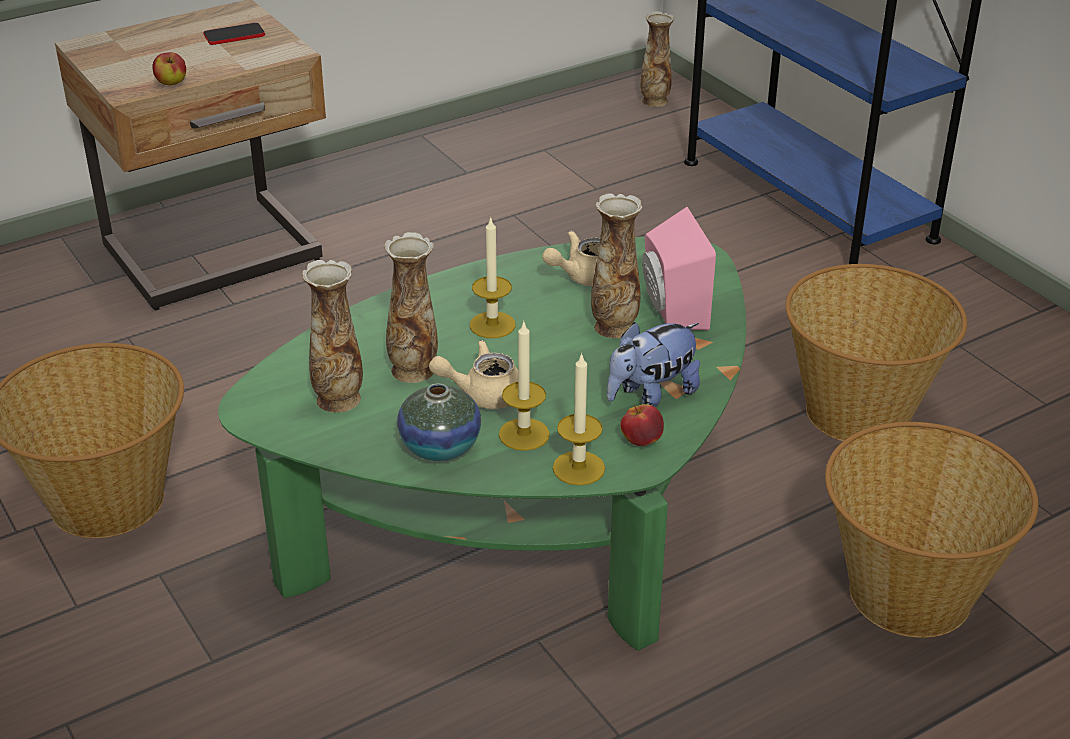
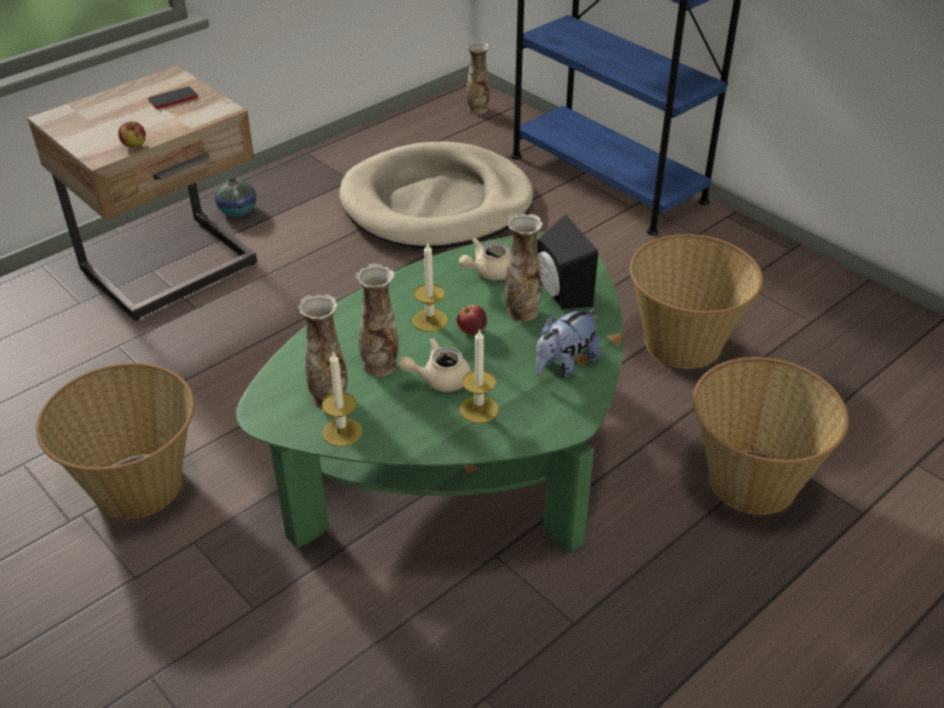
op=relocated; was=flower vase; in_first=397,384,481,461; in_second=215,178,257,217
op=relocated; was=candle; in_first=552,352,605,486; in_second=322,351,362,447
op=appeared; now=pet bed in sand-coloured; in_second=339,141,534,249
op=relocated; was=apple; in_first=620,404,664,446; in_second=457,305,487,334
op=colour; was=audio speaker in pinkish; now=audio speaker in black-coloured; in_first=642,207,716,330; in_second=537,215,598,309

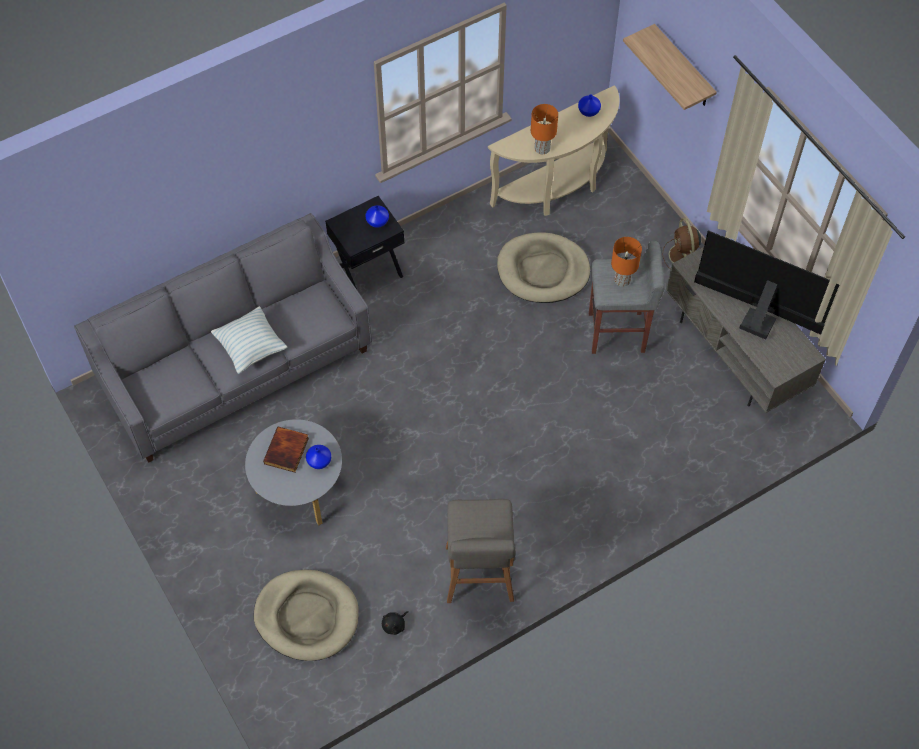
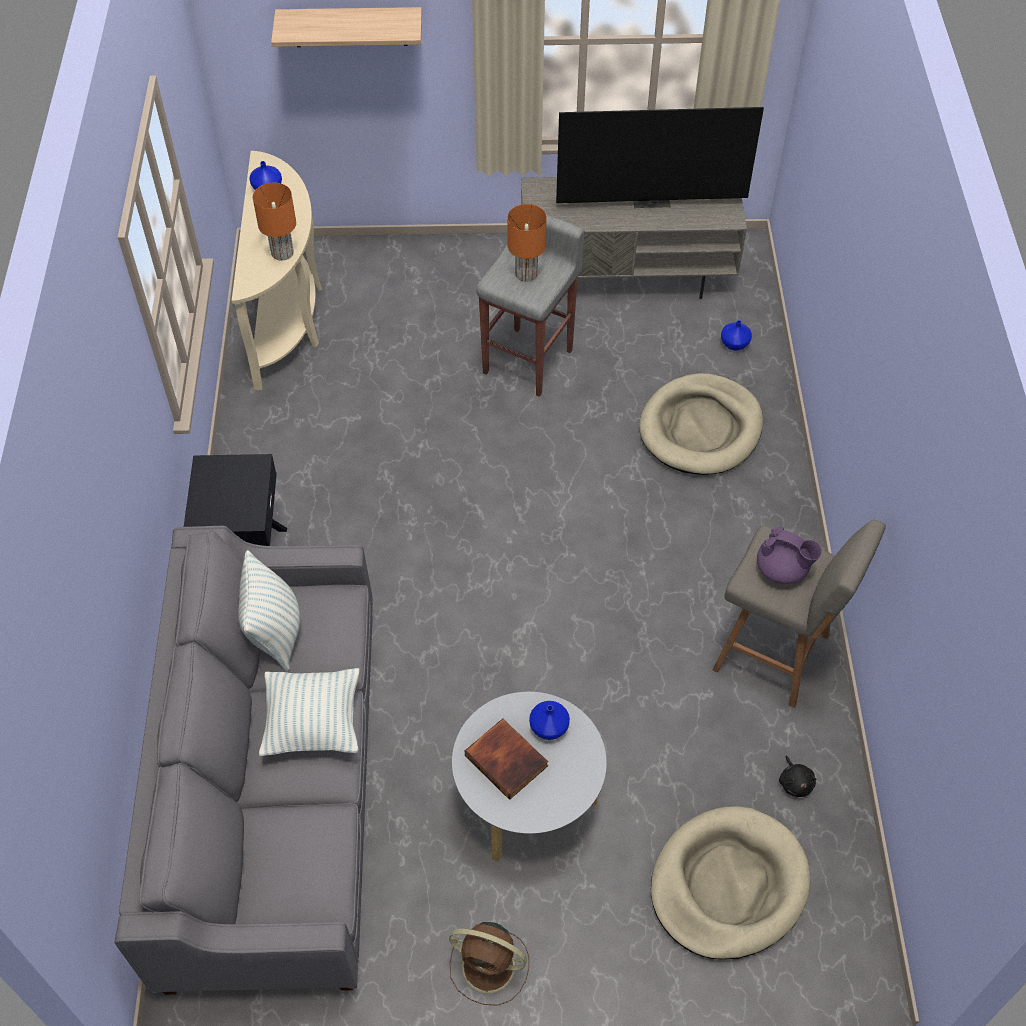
op=appeared; now=cushion; in_second=238,550,300,671
op=relocated; was=electric fan in brown-coloured; in_first=663,218,701,269; in_second=449,922,529,1006
op=spun; was=TV; in_first=694,230,839,339; in_second=556,107,764,208; clockwise=-150
op=relocated; was=pet bed in sand-coloured; in_first=497,232,590,303; in_second=639,373,763,475
op=relocated; was=flower vase in blue-coloured; in_first=365,205,389,228; in_second=721,320,752,351
op=appeared; now=pot for tea in purplish; in_second=757,527,822,584

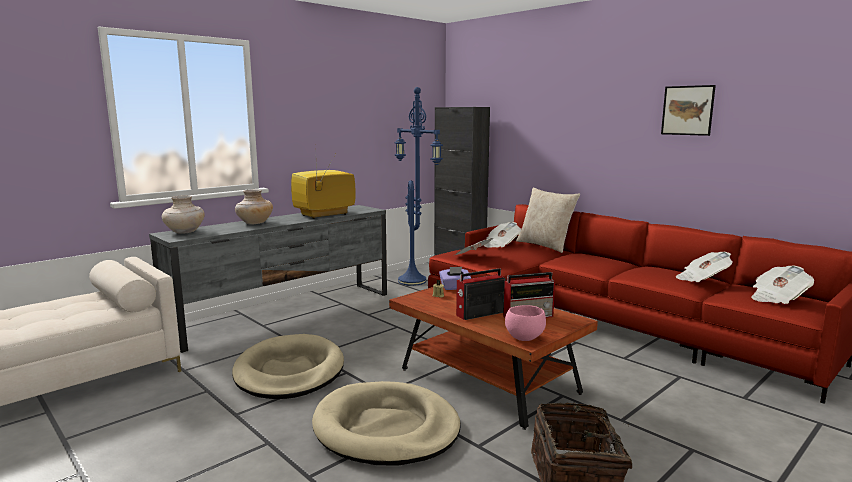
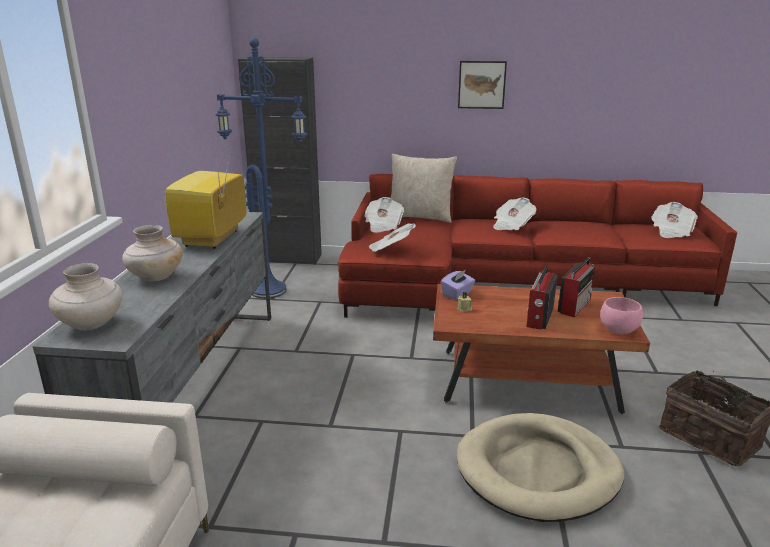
op=relocated; was=picture; in_first=661,85,716,136; in_second=458,61,507,109
op=relocated; was=newspaper; in_first=676,252,733,282; in_second=493,198,536,230
op=missing; was=pet bed in sand-coloured; in_first=232,334,344,399

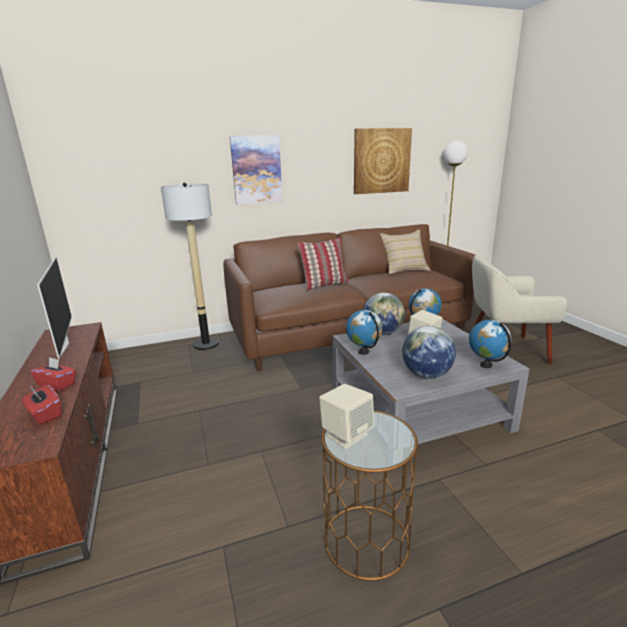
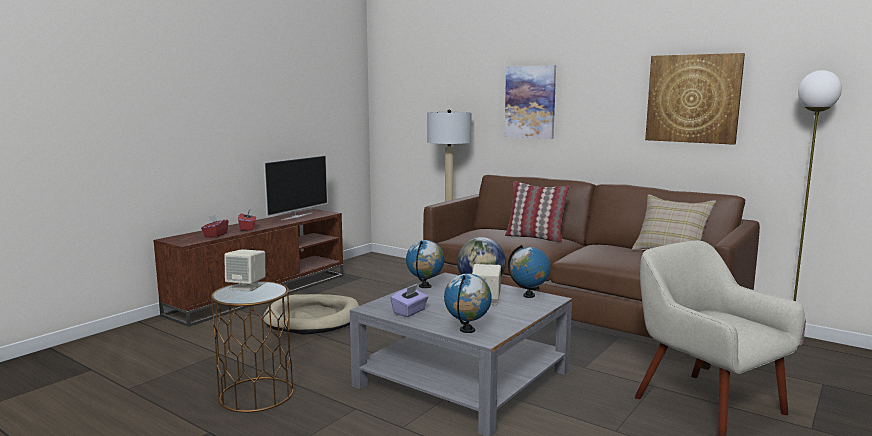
op=appeared; now=pet bed in sand-coloured; in_second=263,294,359,334
op=exchanged; was=world globe; now=tissue holder in purplish; in_first=402,326,456,379; in_second=390,285,428,317

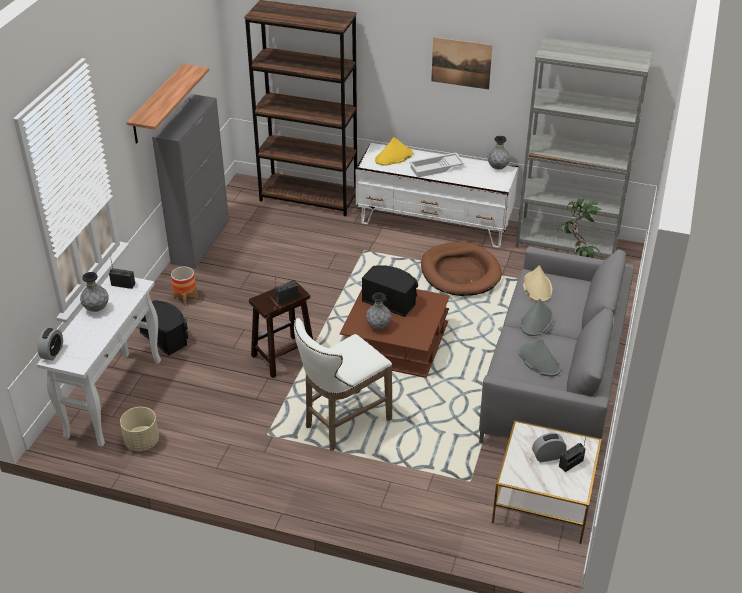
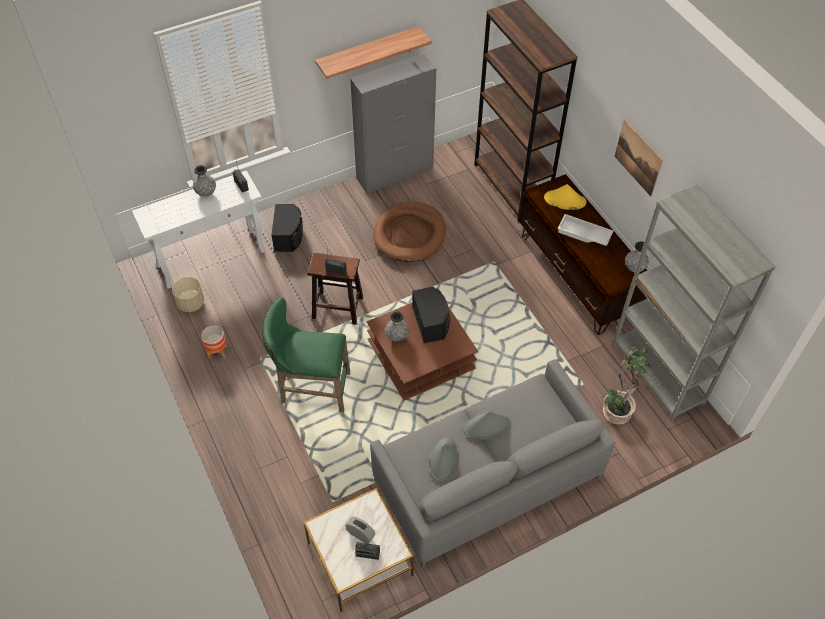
op=relocated; was=plant pot; in_first=171,266,198,306; in_second=201,326,227,359
op=colour; was=stool seat in whitish; now=stool seat in green-coloured; in_first=294,318,392,451; in_second=262,297,350,413
op=relocated; was=pet bed in brown-coloured; in_first=421,242,502,296; in_second=373,202,445,262
op=colour; was=tv unit in whitish; now=tv unit in brown-coloured; in_first=355,143,519,248; in_second=518,174,647,335
op=missing; was=alarm clock; in_first=38,328,63,360
op=missing; was=wearable hat in sand-coloured; in_first=523,265,552,302

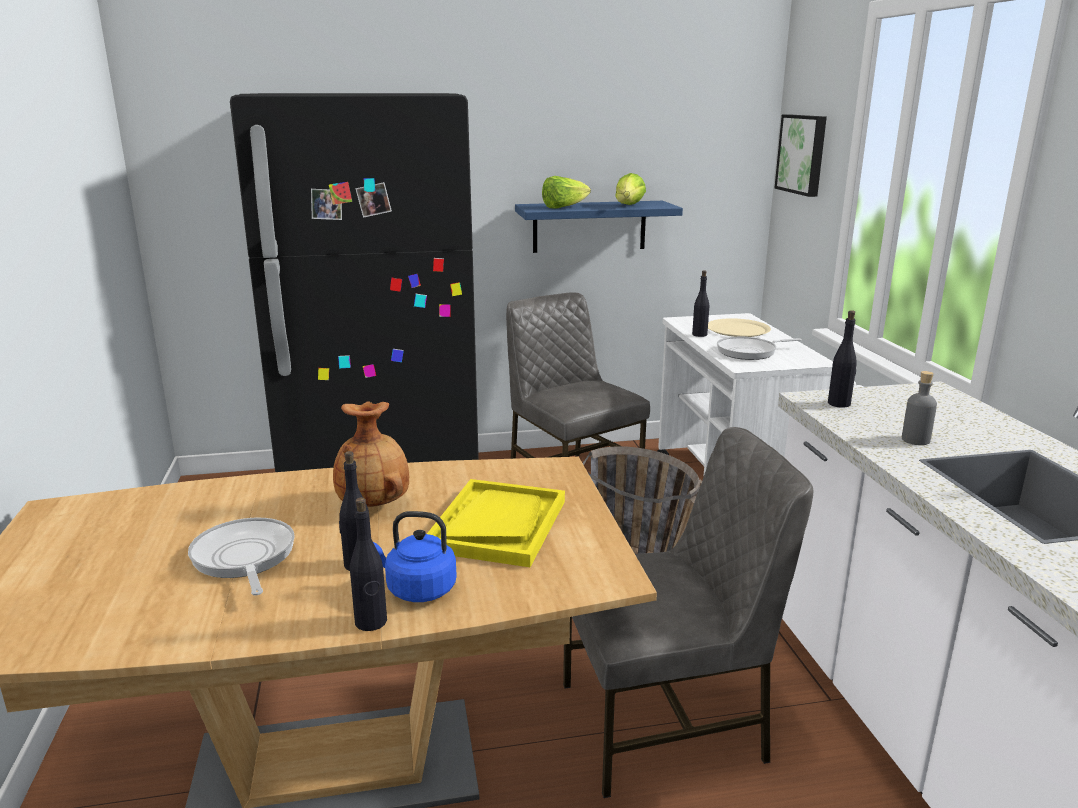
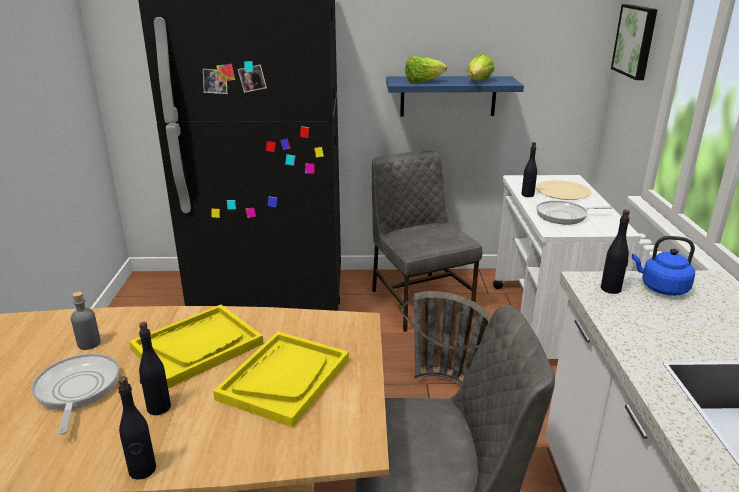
op=relocated; was=beverage bottle in gray; in_first=902,371,937,445; in_second=71,292,101,350
op=exchanged; was=flower vase in brown-coloured; now=serving tray in yellow; in_first=333,401,409,507; in_second=129,305,264,388
op=relocated; was=water kettle in blue-coloured; in_first=373,511,457,602; in_second=632,236,695,296

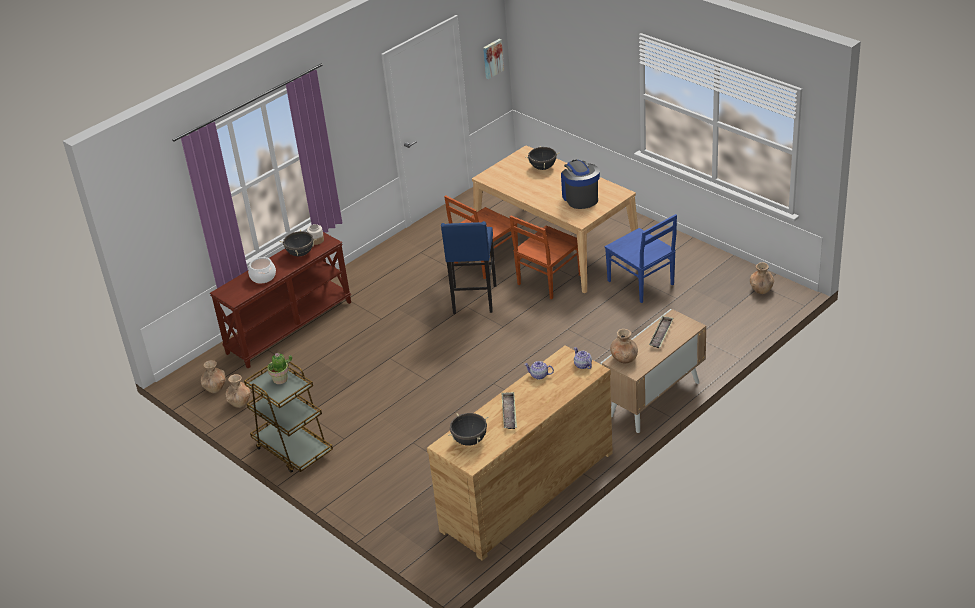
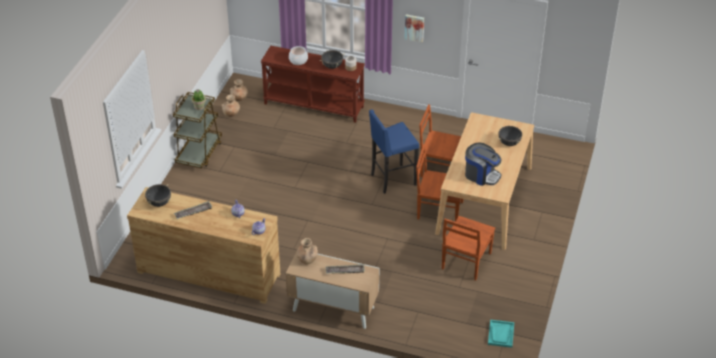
op=relocated; was=picture; in_first=483,39,504,79; in_second=405,14,424,43
op=colour; was=upright chair in blue-coloured; now=upright chair in brown-coloured; in_first=605,214,677,303; in_second=442,216,495,281
op=spun; was=coffee maker; in_first=561,160,600,209; in_second=465,142,502,186; clockwise=75
op=exchanged; was=flower vase in brown-coloured; now=serving tray in turquoise-coloured; in_first=750,262,774,294; in_second=488,320,514,348

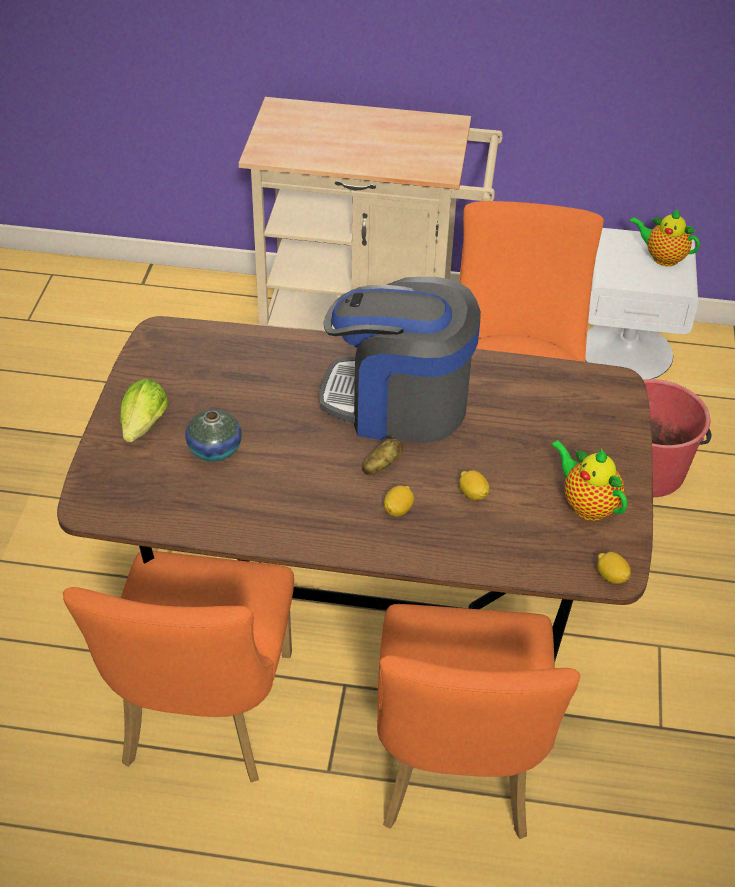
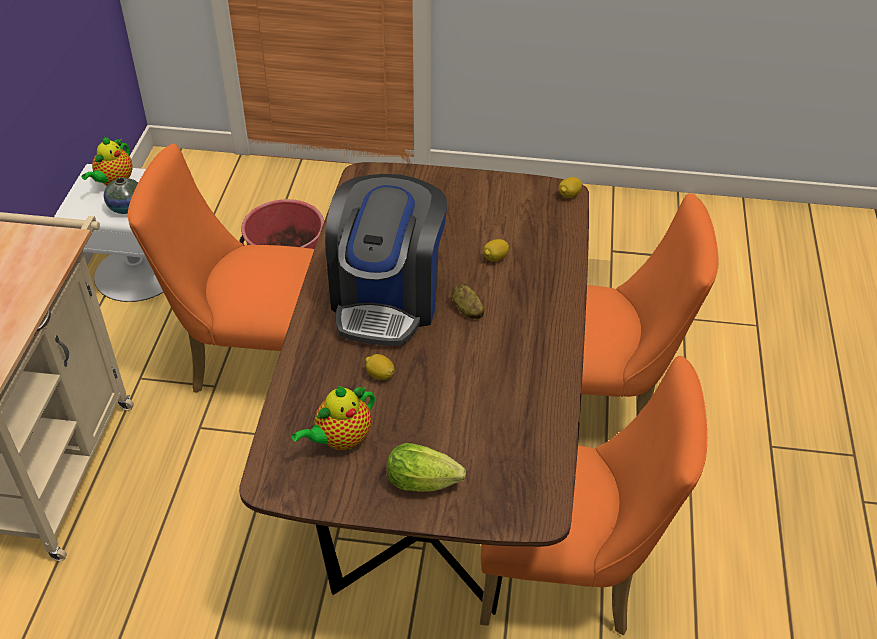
op=relocated; was=flower vase; in_first=185,410,242,462; in_second=104,177,138,214
op=relocated; was=pot for tea; in_first=551,440,627,521; in_second=291,386,375,451
op=relocated; was=whole lemon; in_first=384,485,414,517; in_second=365,354,395,380

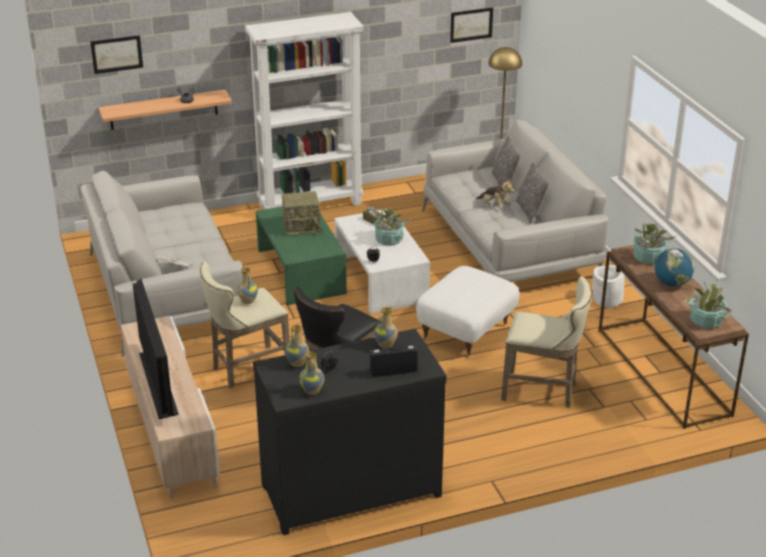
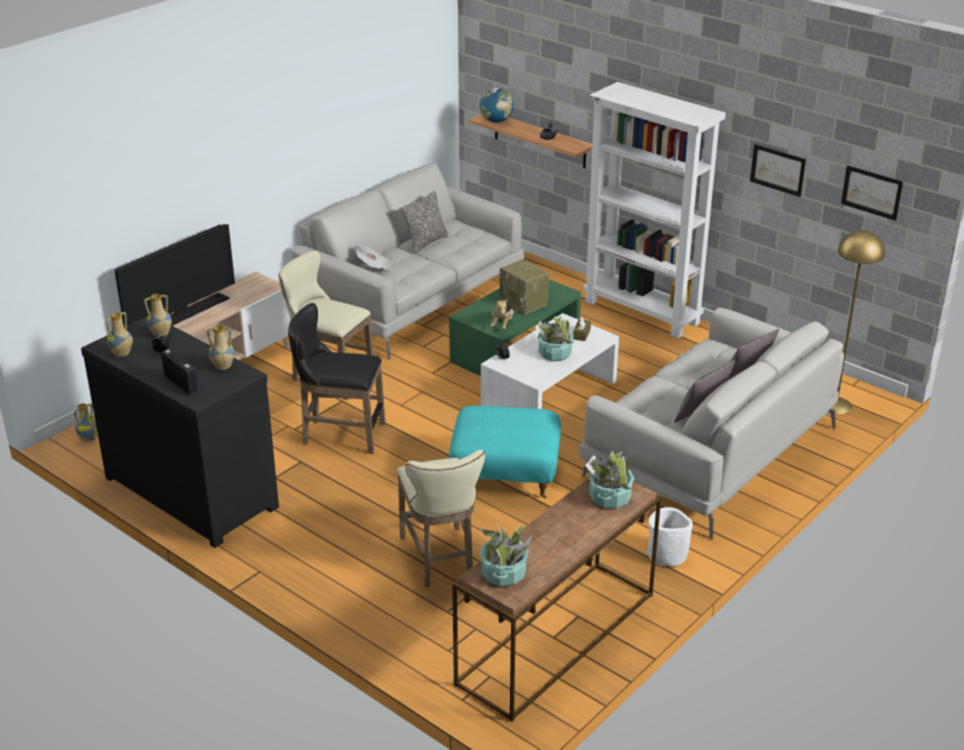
op=relocated; was=flower vase; in_first=237,266,258,304; in_second=74,403,97,442
op=appeared; now=cushion; in_second=402,191,449,254
op=colour; was=ottoman in whitish; now=ottoman in turquoise-coloured; in_first=416,266,519,358; in_second=449,406,561,498
op=relocated; was=world globe; in_first=655,248,694,287; in_second=479,88,514,123
op=relocated; was=cuddly toy; in_first=476,179,514,209; in_second=490,299,514,329
op=relocated; was=picture; in_first=90,35,143,74; in_second=750,144,806,197

